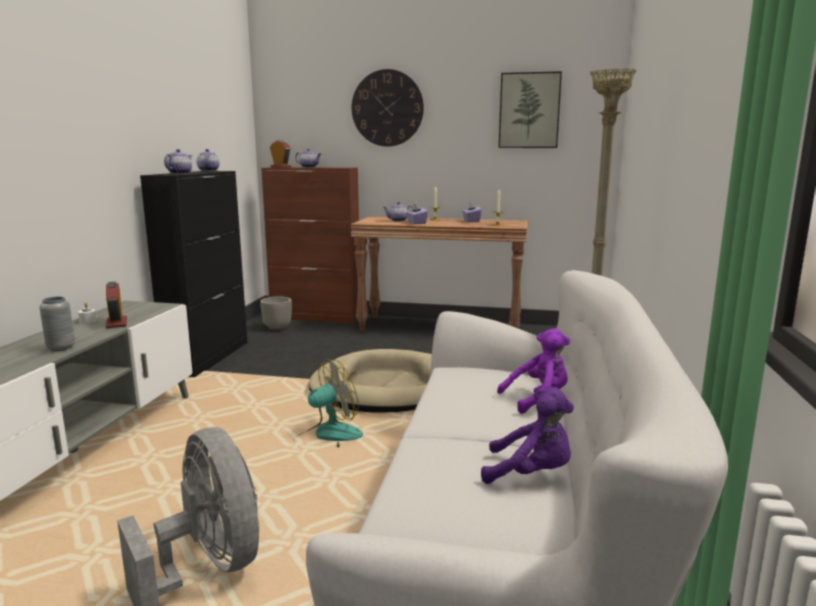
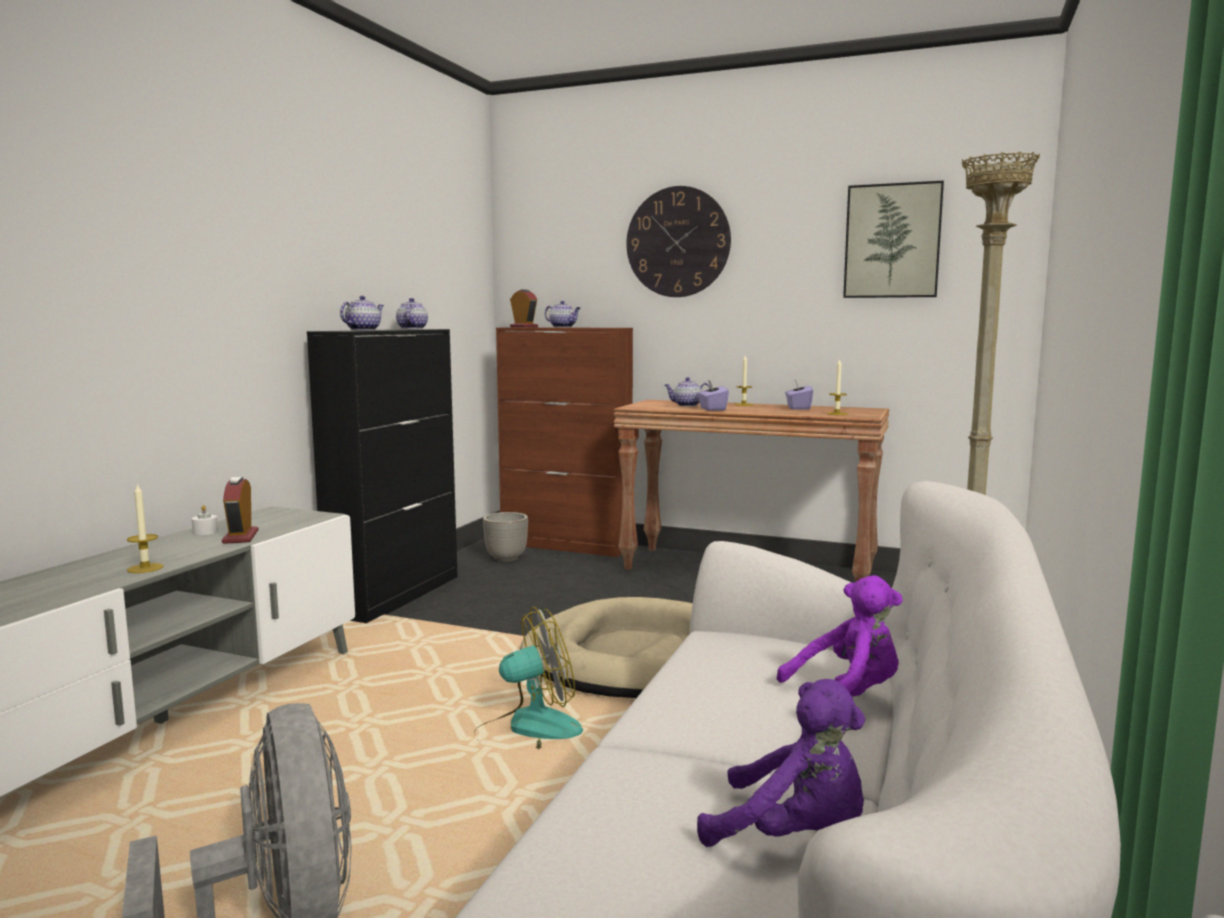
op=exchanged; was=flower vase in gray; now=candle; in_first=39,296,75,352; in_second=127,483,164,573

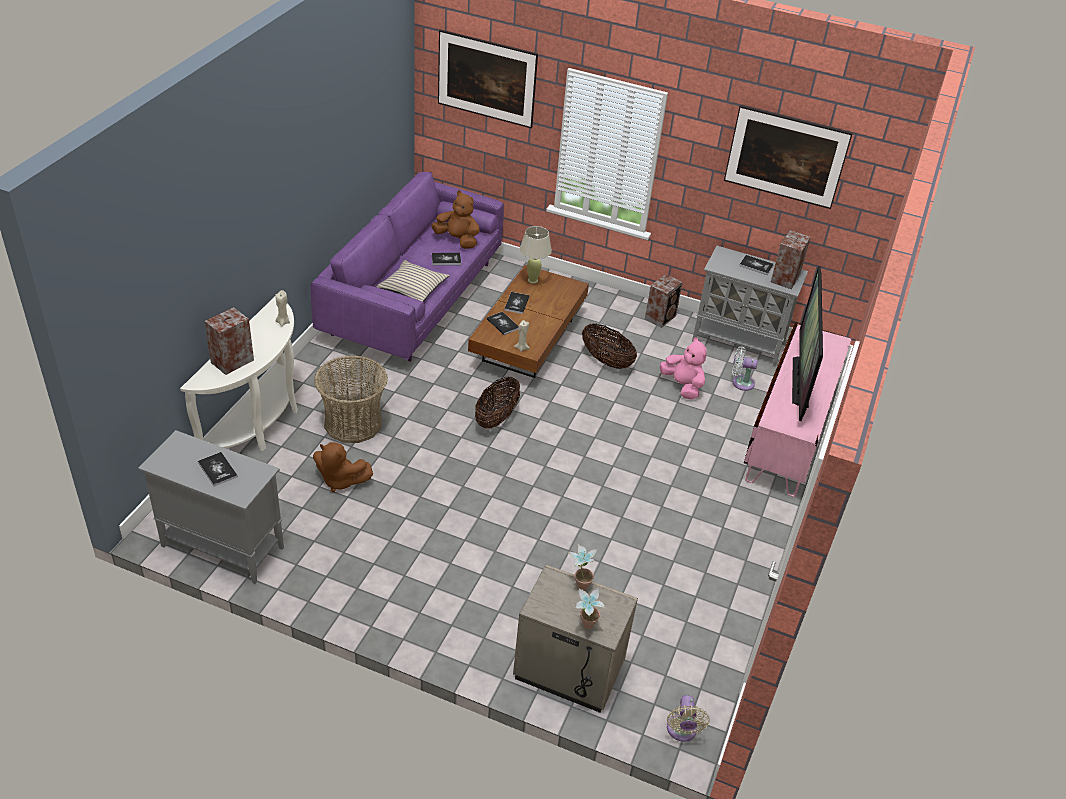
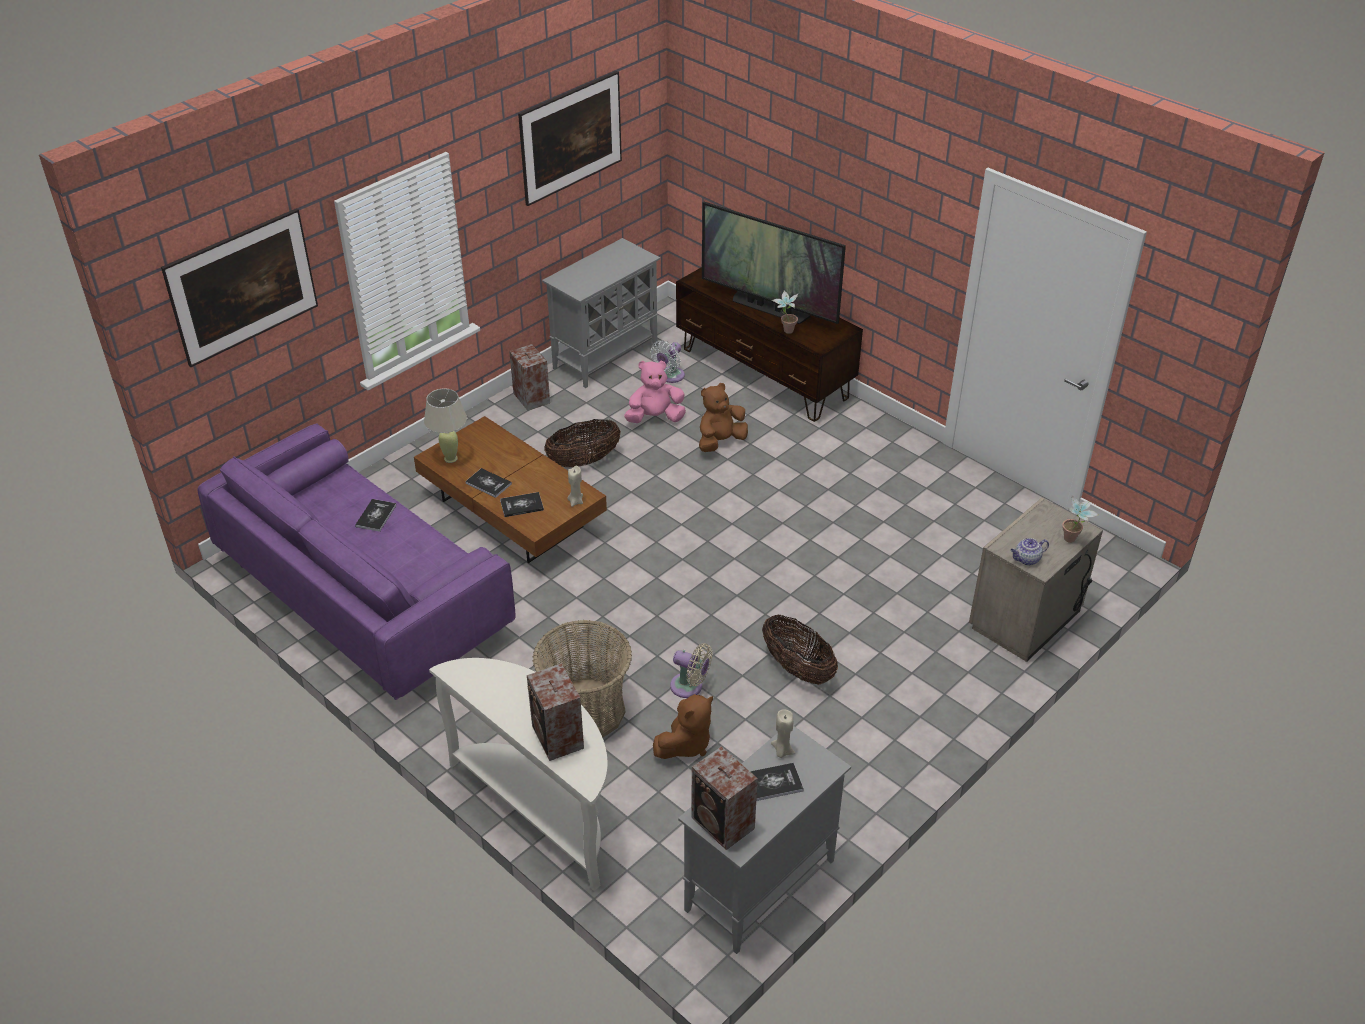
op=relocated; was=electric fan in sand-coloured; in_first=667,695,710,742; in_second=670,643,712,698
op=colour; was=tv unit in pinkish; now=tv unit in brown-coloured; in_first=744,322,851,497; in_second=676,267,863,422
op=relocated; was=audio speaker; in_first=771,230,811,289; in_second=691,746,758,850
op=relocated; was=cuddly toy in brown-coloured; in_first=431,190,480,249; in_second=699,383,748,452
op=relocated; was=basket; in_first=475,377,520,429; in_second=762,615,838,685
op=relocated; was=candle in sand-coloured; in_first=275,290,290,327; in_second=771,709,795,758
op=relocated; was=houseplant; in_first=568,544,597,591; in_second=772,290,798,334
op=appeared; now=pot for tea; in_second=1011,538,1049,566
op=missing; was=cushion in sand-coloured; in_first=376,260,450,302
op=missing; was=book; in_first=739,255,774,275

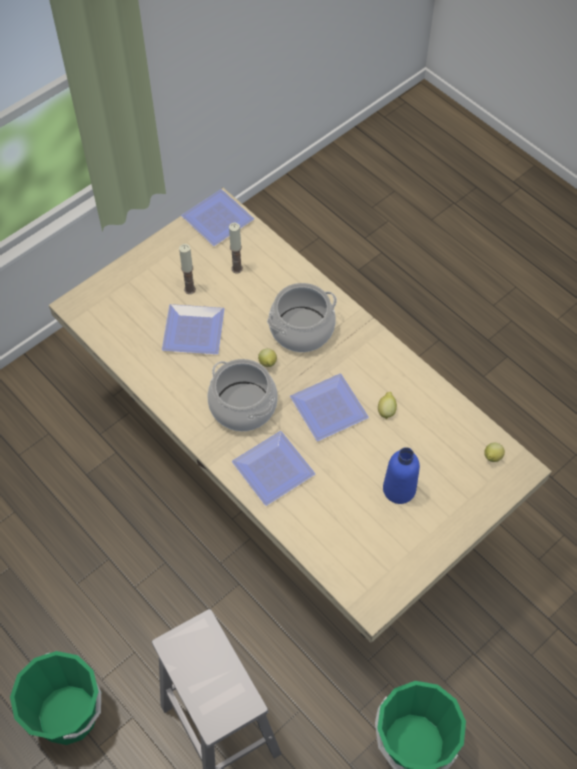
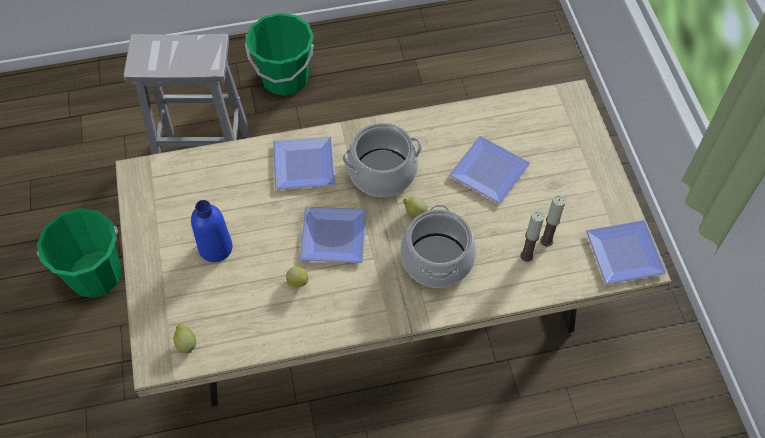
op=relocated; was=candle; in_first=179,244,196,294; in_second=520,210,544,262

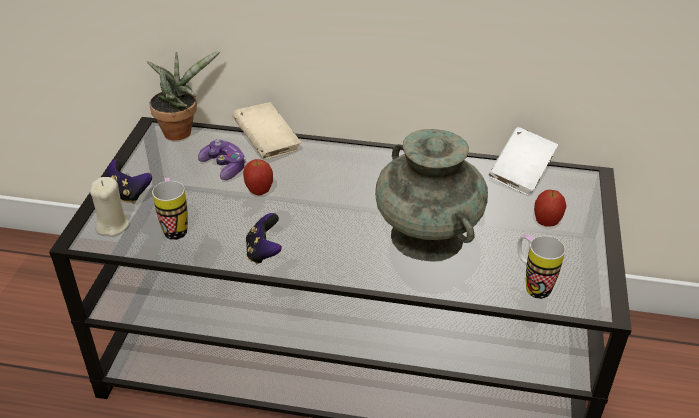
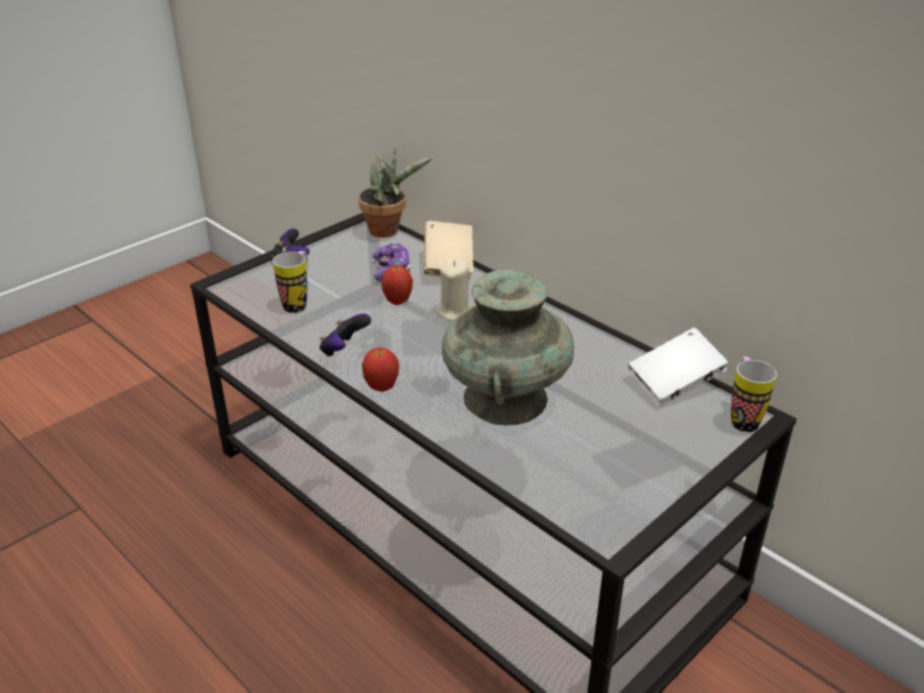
op=relocated; was=apple; in_first=534,190,567,227; in_second=362,347,399,392
op=relocated; was=candle in sand-coloured; in_first=90,177,129,236; in_second=436,259,472,321
op=relocated; was=mug; in_first=517,235,565,299; in_second=731,357,777,432

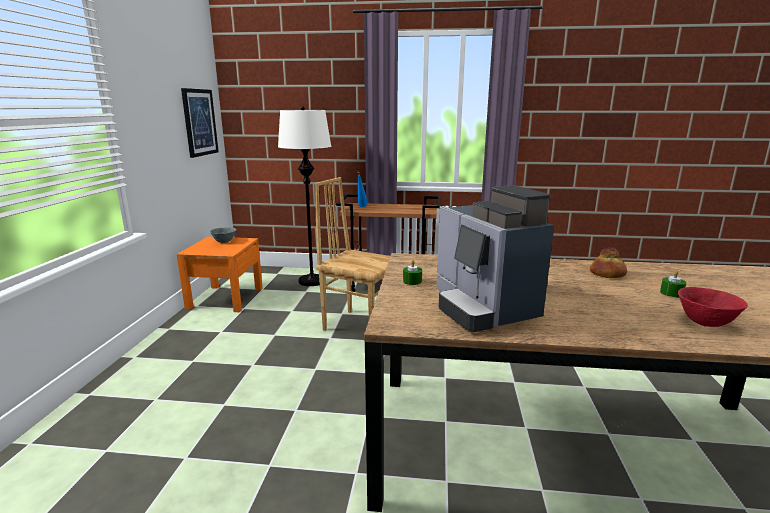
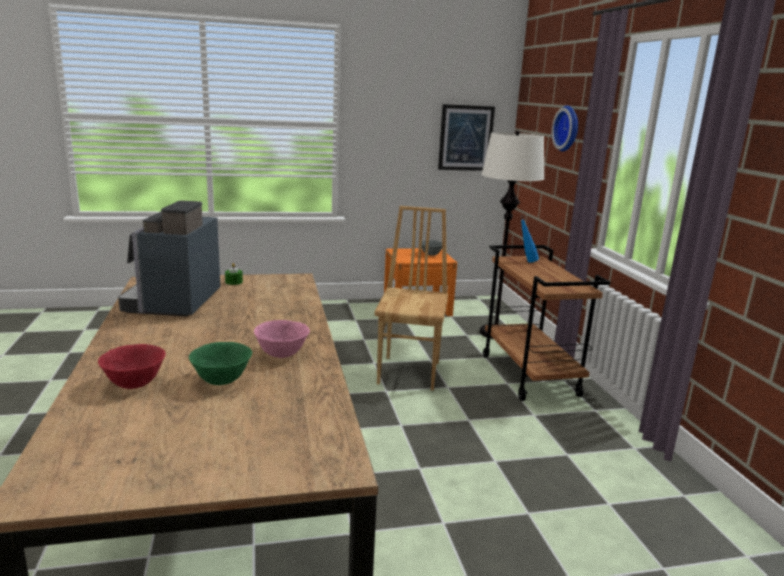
op=spun; was=coffee maker; in_first=437,185,554,332; in_second=118,201,221,316; clockwise=-45
op=exchanged; was=candle in green-coloured; now=serving bowl in green-coloured; in_first=660,270,686,297; in_second=189,342,252,385
op=exchanged; was=bread; now=serving bowl in pinkish; in_first=590,247,627,278; in_second=254,320,310,358
op=appeared; now=wall clock; in_second=552,106,578,151

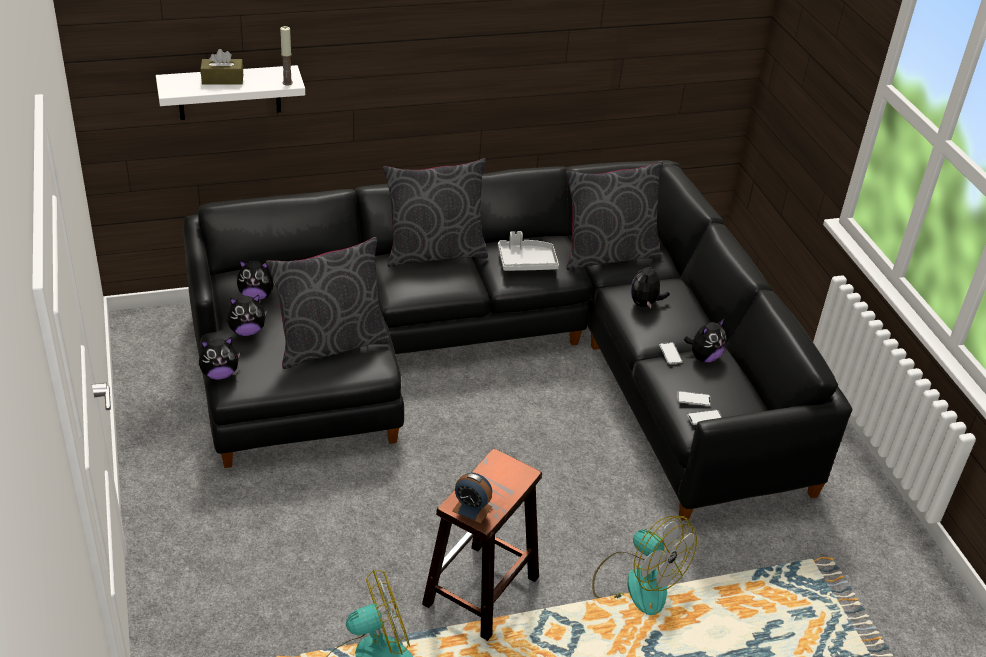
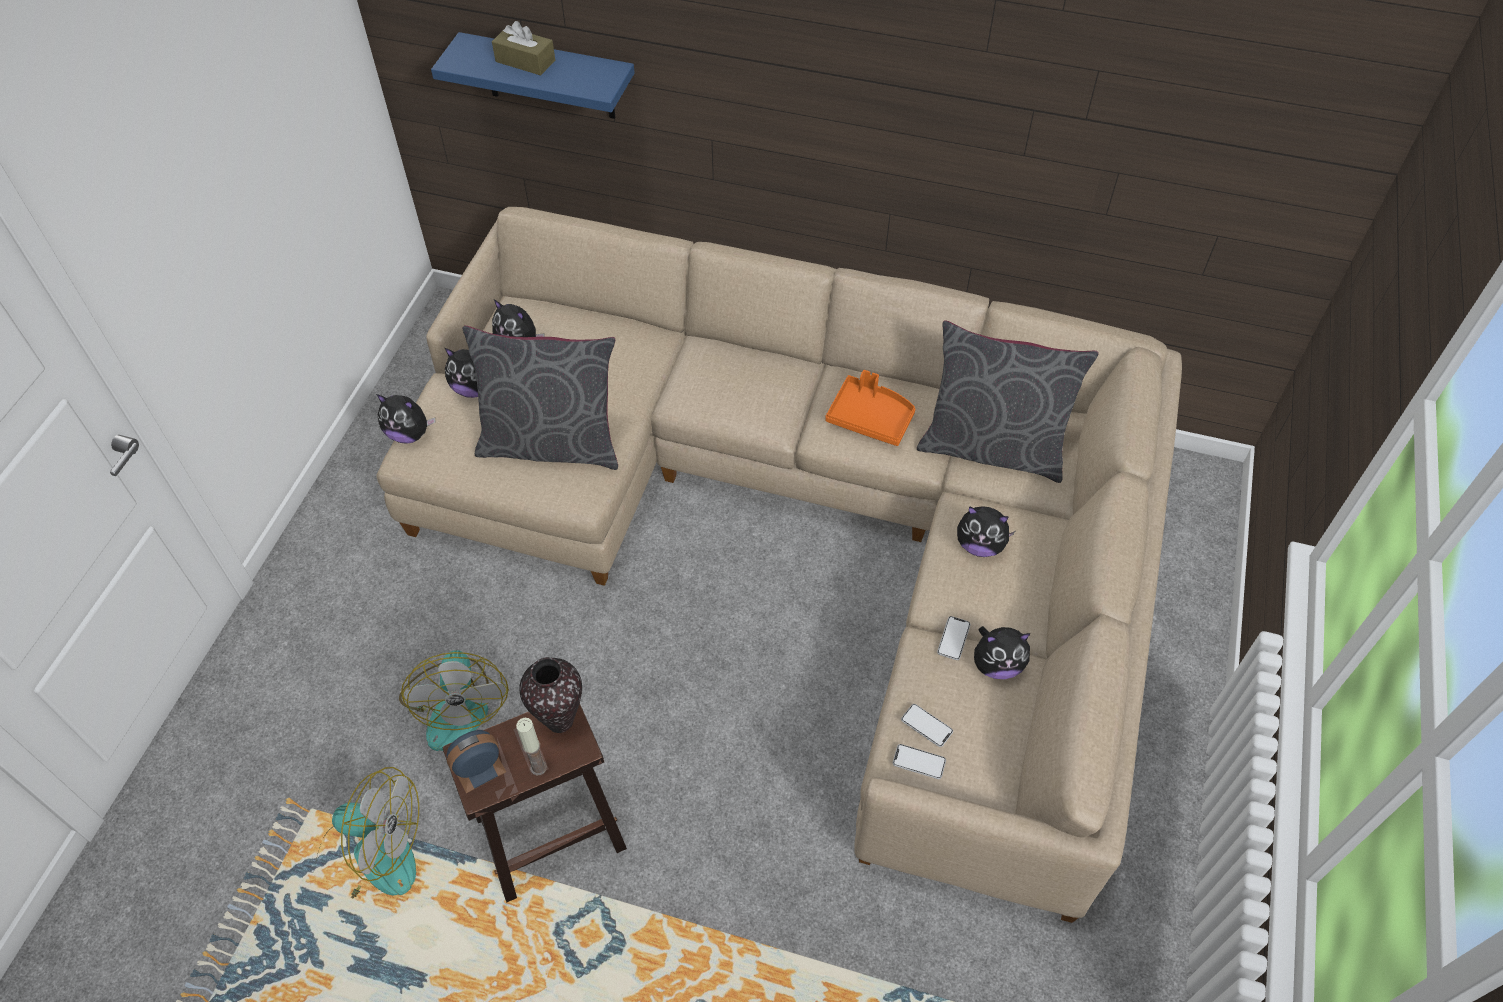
op=colour; was=settee in black-coloured; now=settee in sand-coloured; in_first=184,160,852,521; in_second=377,207,1182,923
op=relocated; was=electric fan; in_first=592,516,697,615; in_second=399,650,509,751
op=colour; was=shelf in whitish; now=shelf in blue-coloured; in_first=156,65,305,120; in_second=431,32,635,119
op=spun; was=alarm clock; in_first=452,473,492,523; in_second=447,730,506,793; clockwise=90
op=relocated; was=candle; in_first=280,26,293,85; in_second=516,718,547,776
op=appeared; now=flower vase; in_second=519,657,582,733
op=colour; was=serving tray in gray; now=serving tray in orangey; in_first=498,231,559,271; in_second=825,370,915,446
op=spun; was=cuddly toy; in_first=631,260,670,308; in_second=957,506,1015,557; clockwise=-120
op=missing; was=cushion in gray; in_first=383,158,488,267

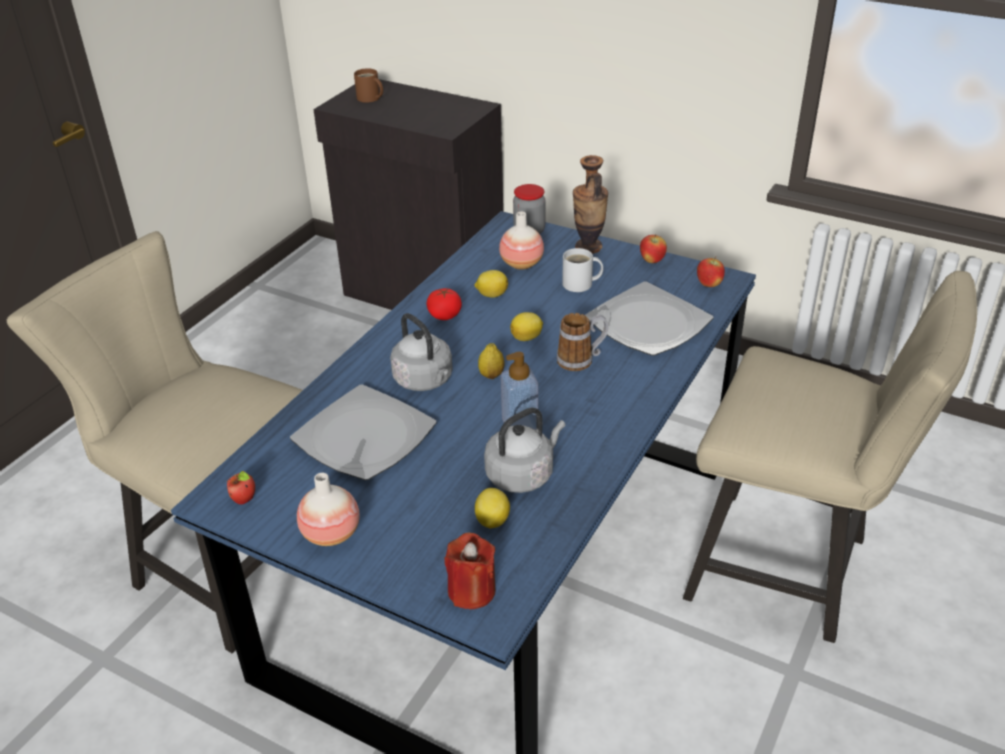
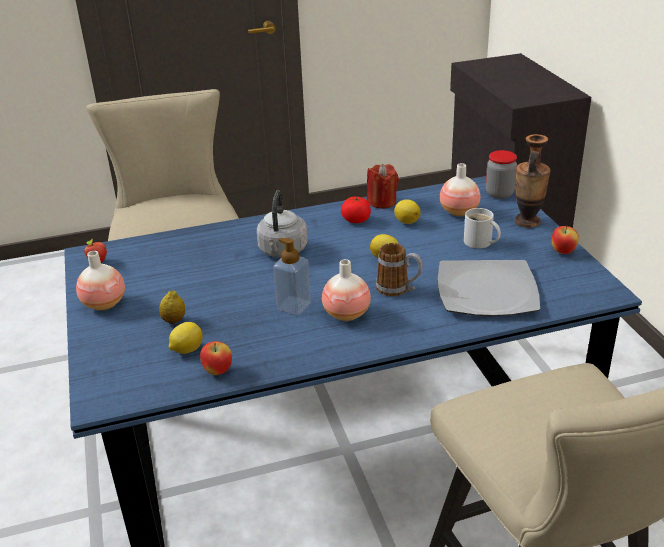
op=relocated; was=whole lemon; in_first=478,343,504,379; in_second=159,291,185,324
op=relocated; was=apple; in_first=697,256,725,287; in_second=200,341,232,375
op=appeared; now=flower vase; in_second=322,259,371,321
op=relocated; was=candle in red-coloured; in_first=444,533,496,609; in_second=367,164,399,209
op=missing; was=flat dish; in_first=290,384,436,480
op=missing; was=mug in brown-coloured; in_first=354,68,383,103
op=missing; was=water kettle in gray; in_first=484,408,565,493

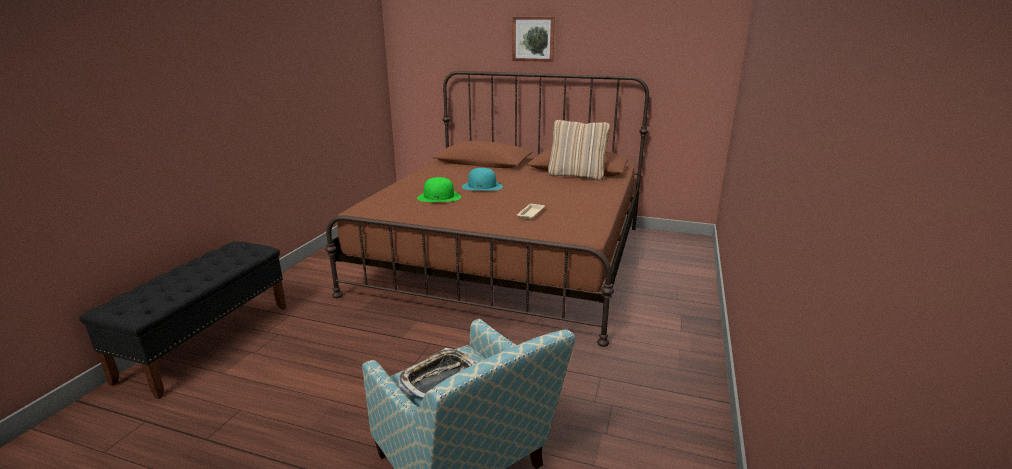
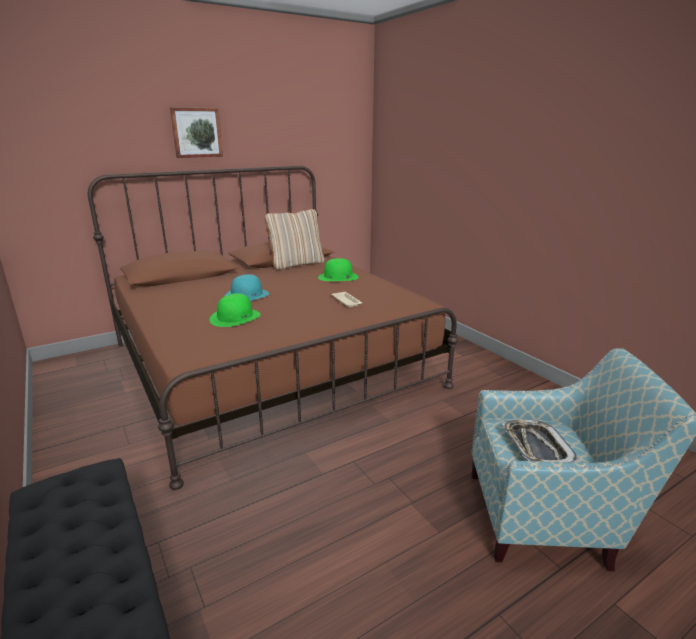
op=appeared; now=wearable hat in green-coloured; in_second=318,258,359,281

